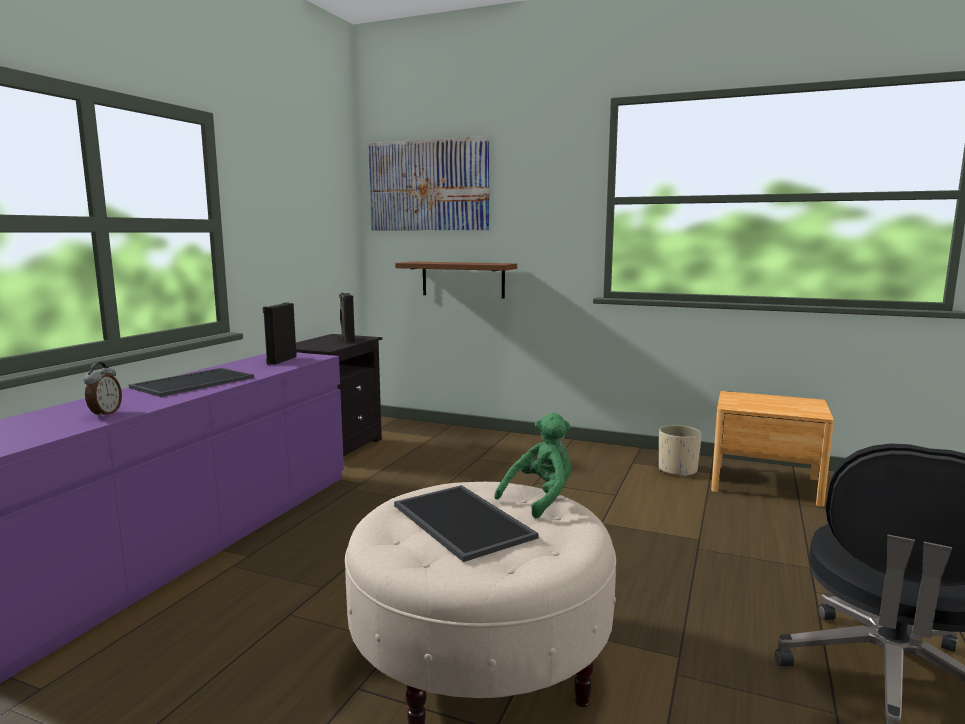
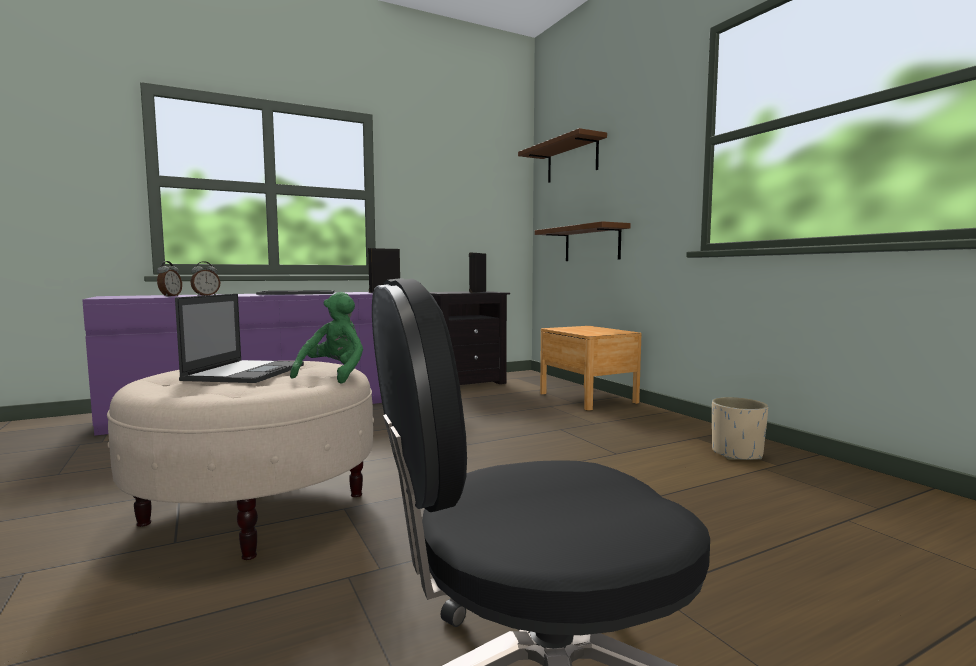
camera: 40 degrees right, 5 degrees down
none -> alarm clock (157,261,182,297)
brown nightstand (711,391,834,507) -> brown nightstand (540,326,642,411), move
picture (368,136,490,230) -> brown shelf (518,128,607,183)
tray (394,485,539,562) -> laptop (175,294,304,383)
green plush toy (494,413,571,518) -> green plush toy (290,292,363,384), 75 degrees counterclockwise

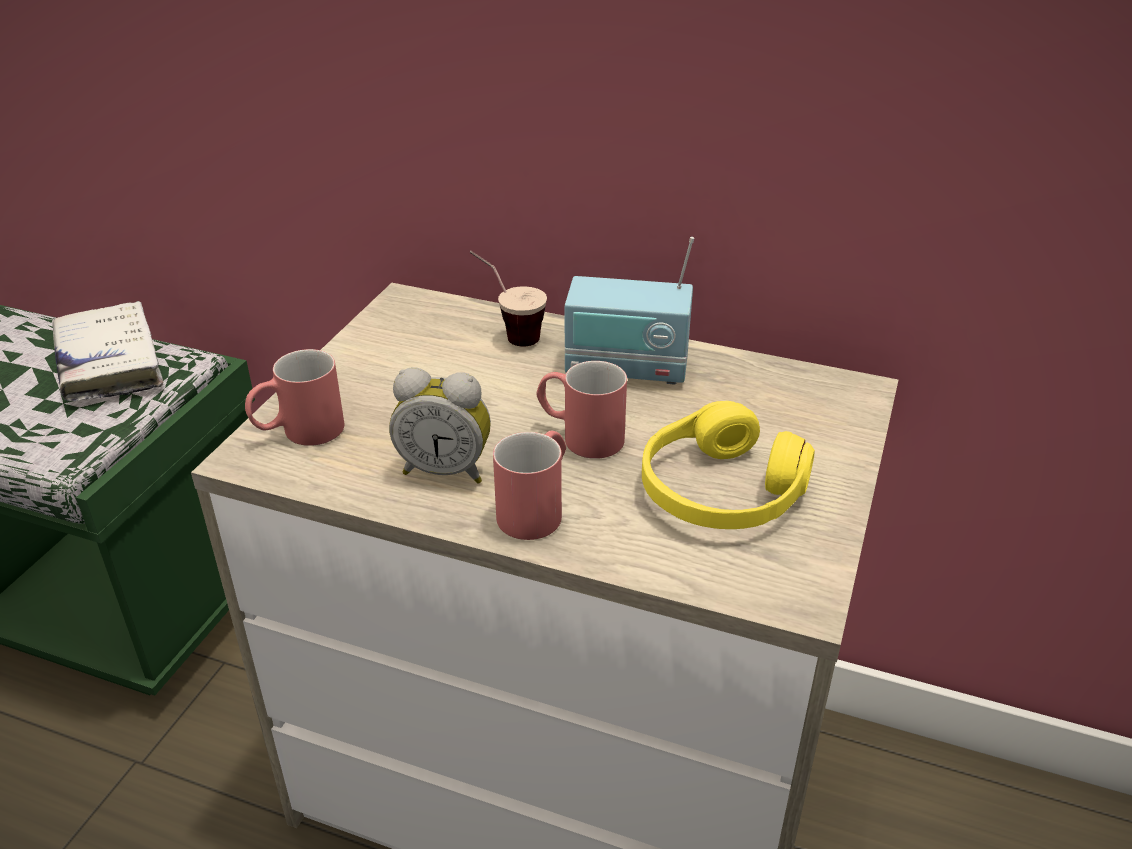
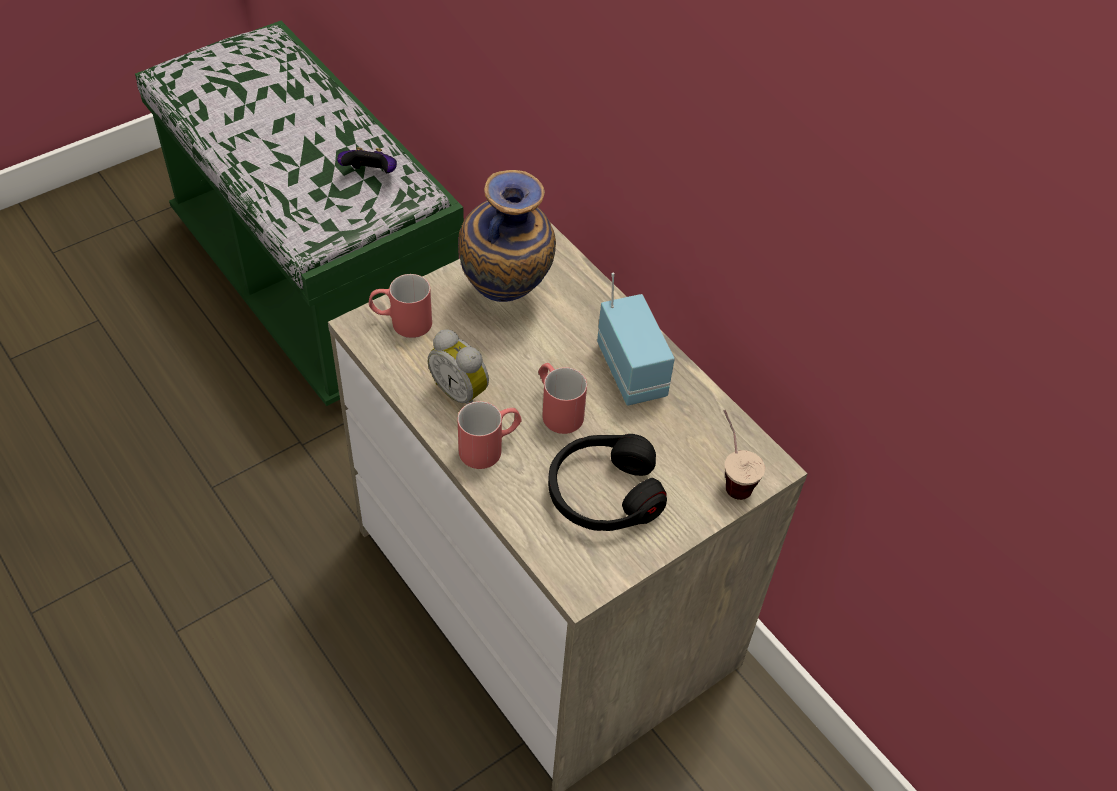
camera: 30 degrees right, 15 degrees up
none -> vase (458,170,556,302)
cup (470,251,547,346) -> cup (723,410,765,500), move
white book (52,301,163,401) -> game controller (337,147,397,173)
yellow headphones (642,401,815,529) -> black headphones (548,434,667,531)
radio (565,237,694,385) -> radio (597,273,675,405), 150 degrees counterclockwise

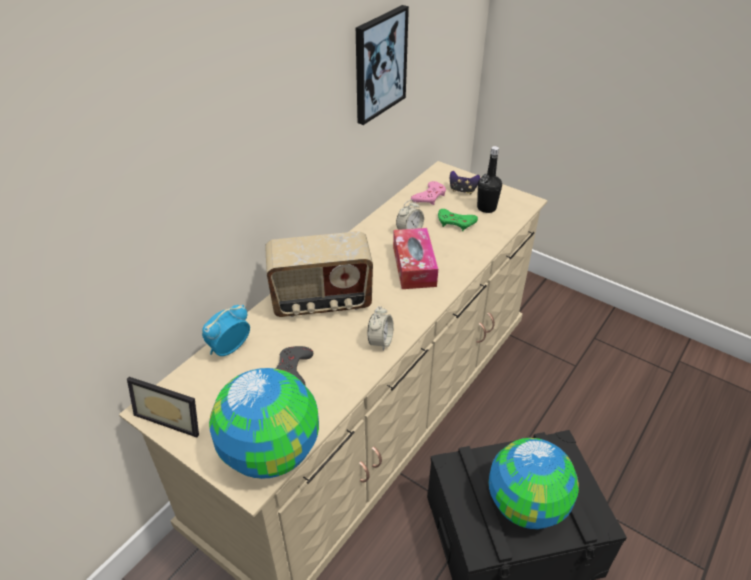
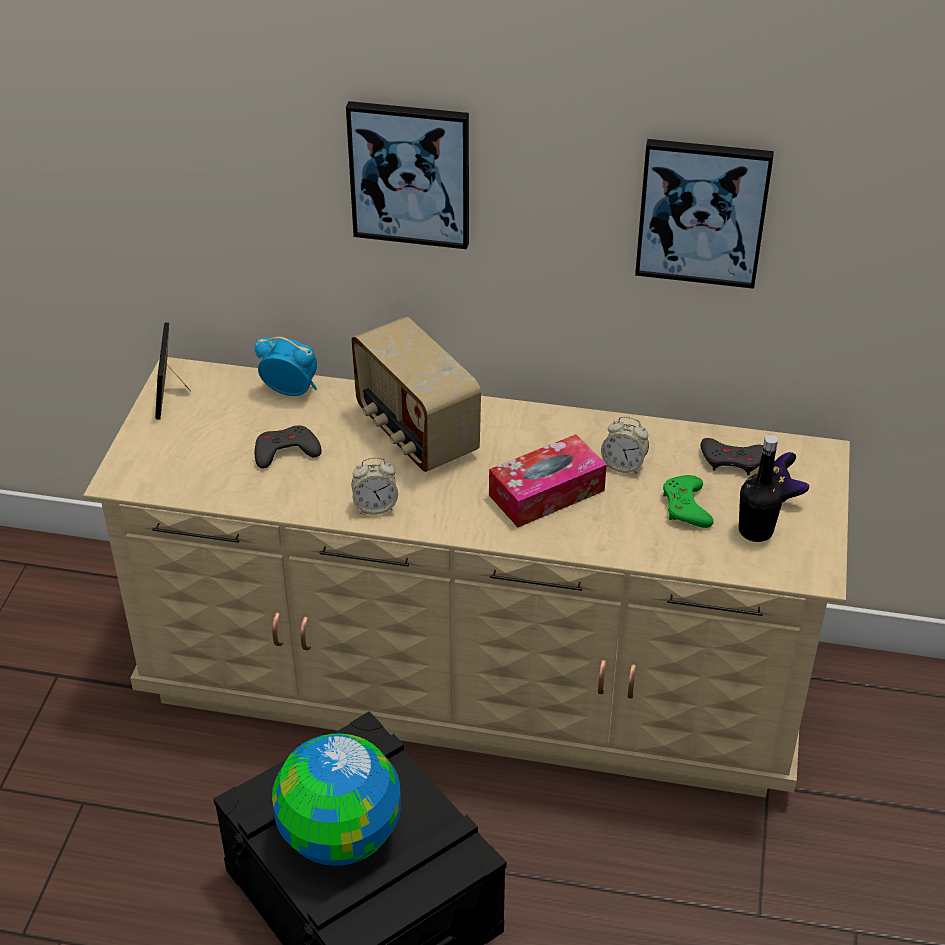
camera: 65 degrees right, 0 degrees up
globe (209,368,319,479) -> none
none -> picture (346,101,469,249)
pink game controller (411,181,446,205) -> grey game controller (701,438,763,475)

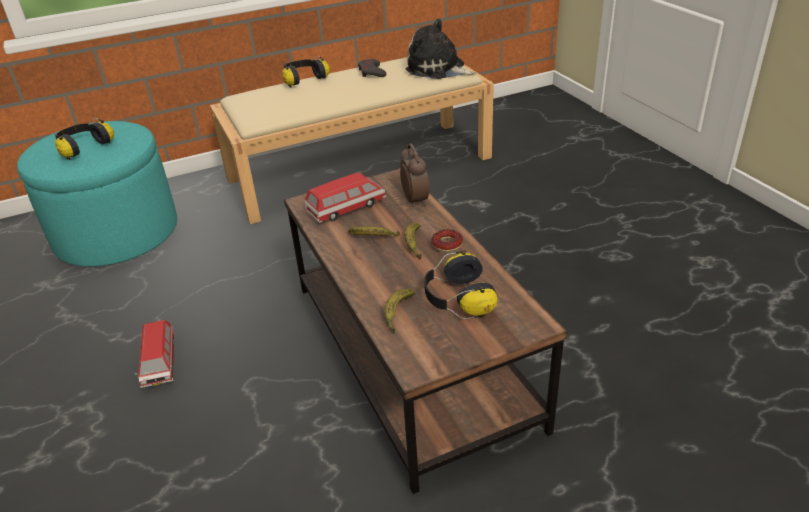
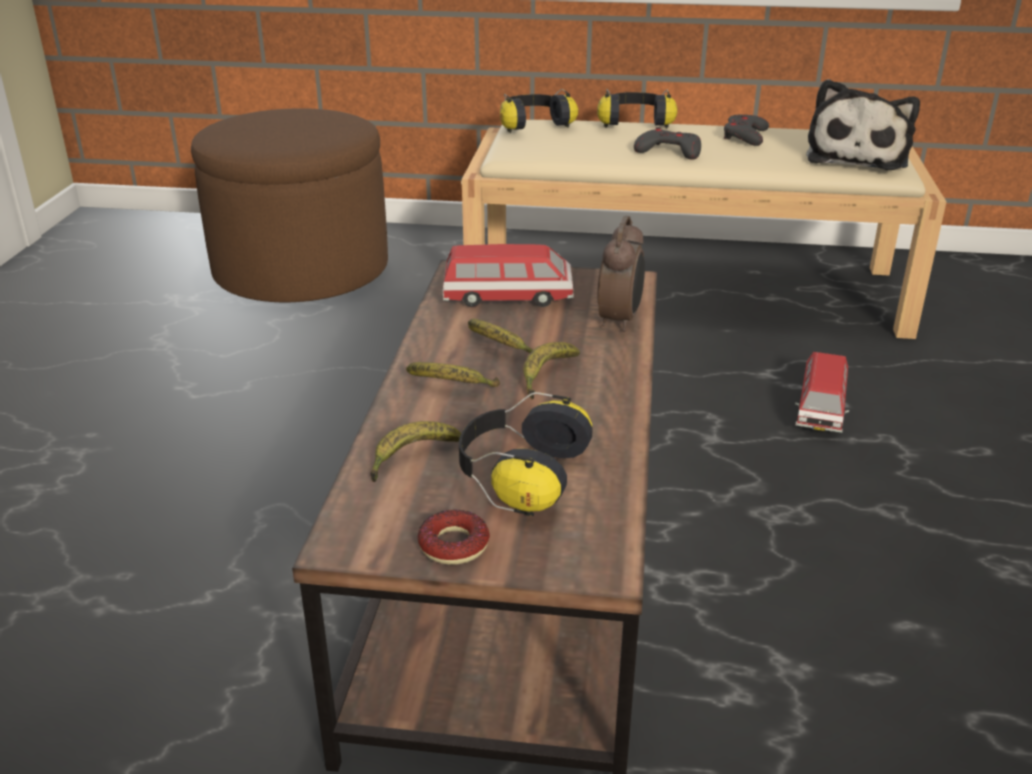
camera: 30 degrees right, 5 degrees down
none -> banana (406,362,500,387)
none -> grey game controller (634,127,701,160)
headphones (54,118,114,160) -> headphones (500,89,578,133), move
toy car (135,320,174,388) -> toy car (795,352,849,433), move
donut (431,229,463,252) -> donut (418,510,490,565), move
turquoise ottoman (17,121,177,266) -> brown ottoman (191,108,388,302)
plush toy (406,18,476,79) -> plush toy (806,79,920,170), 135 degrees counterclockwise

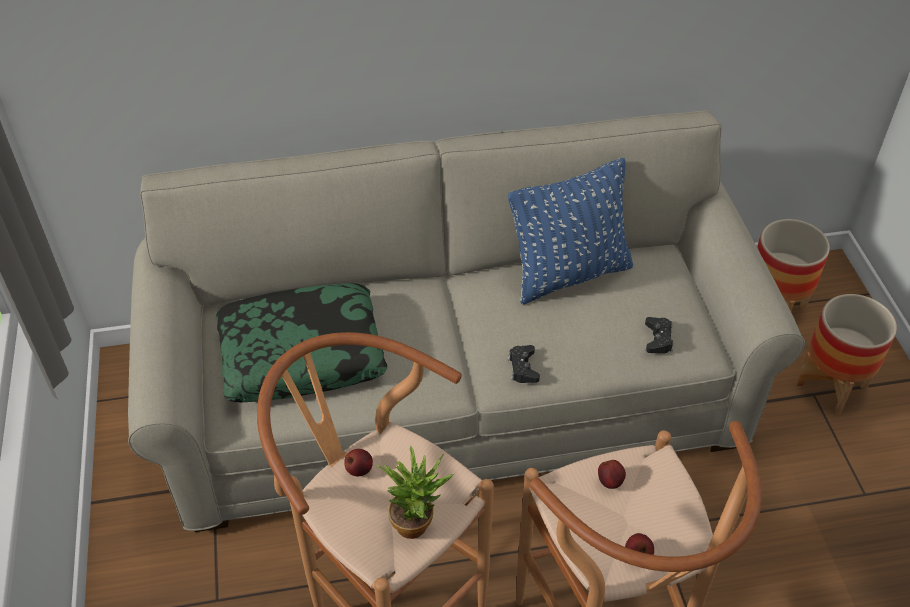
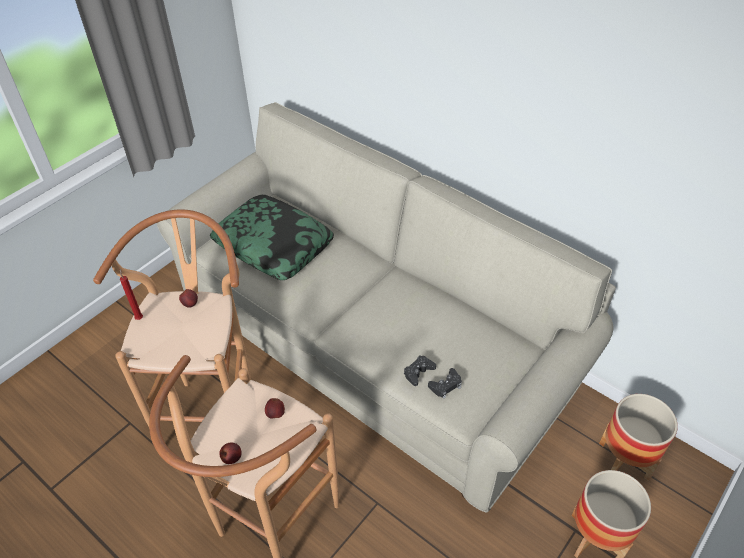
camera: 50 degrees right, 0 degrees up
potted plant (376,446,453,539) -> none
blue pillow (508,158,633,305) -> none
none -> red candle (120,269,143,320)
black game controller (508,345,540,383) -> black game controller (404,355,436,386), move

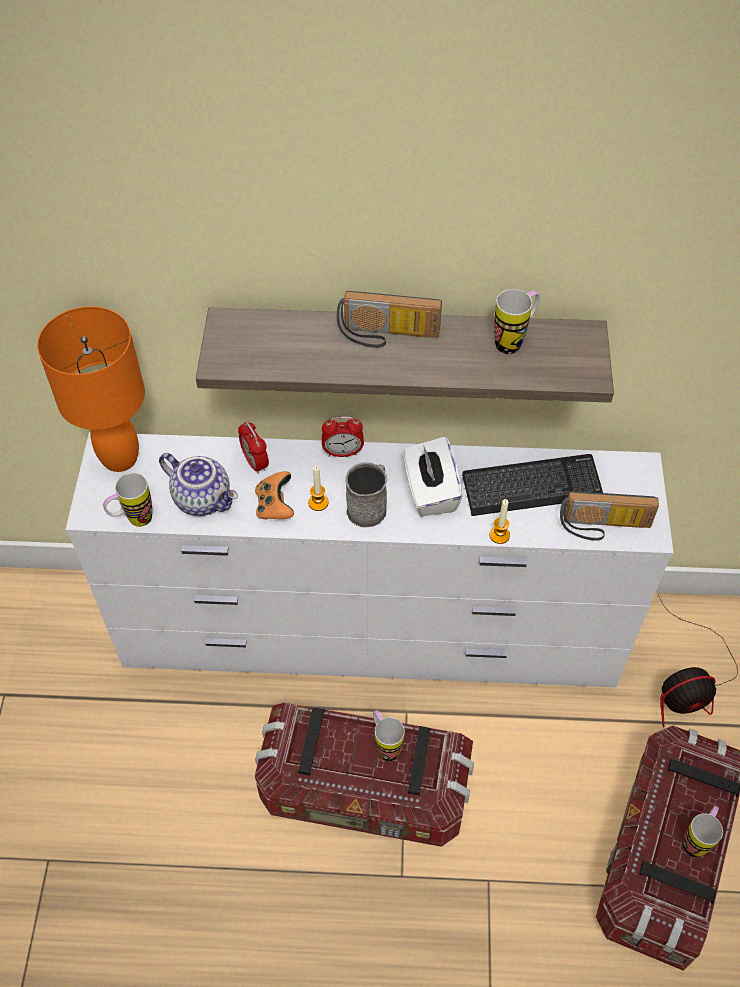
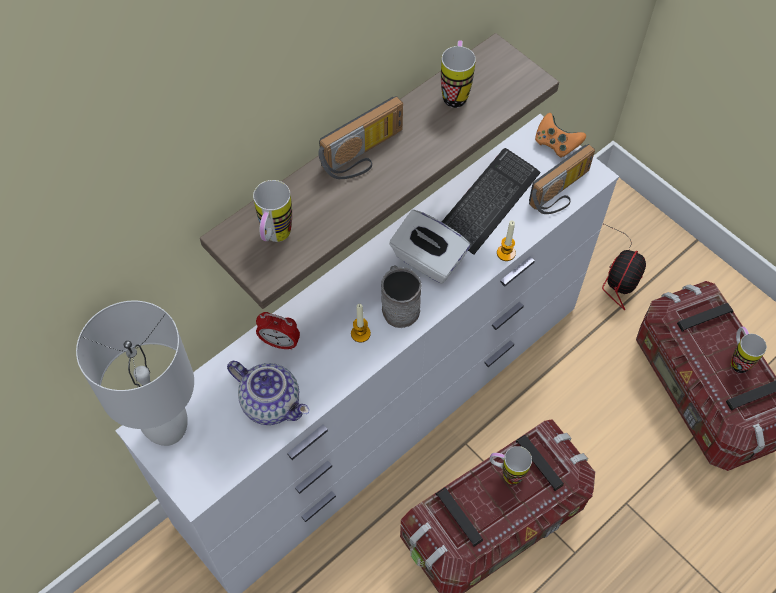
camera: 45 degrees left, 5 degrees up
alarm clock (322,417,364,457) -> none
mug (103,473,152,527) -> mug (253,180,292,242), move
orange game controller (255,471,294,519) -> orange game controller (535,113,586,158), move
orange table lamp (37,306,145,472) -> white table lamp (76,301,194,446)
teapot (159,453,238,516) -> teapot (227,361,309,425), 45 degrees clockwise

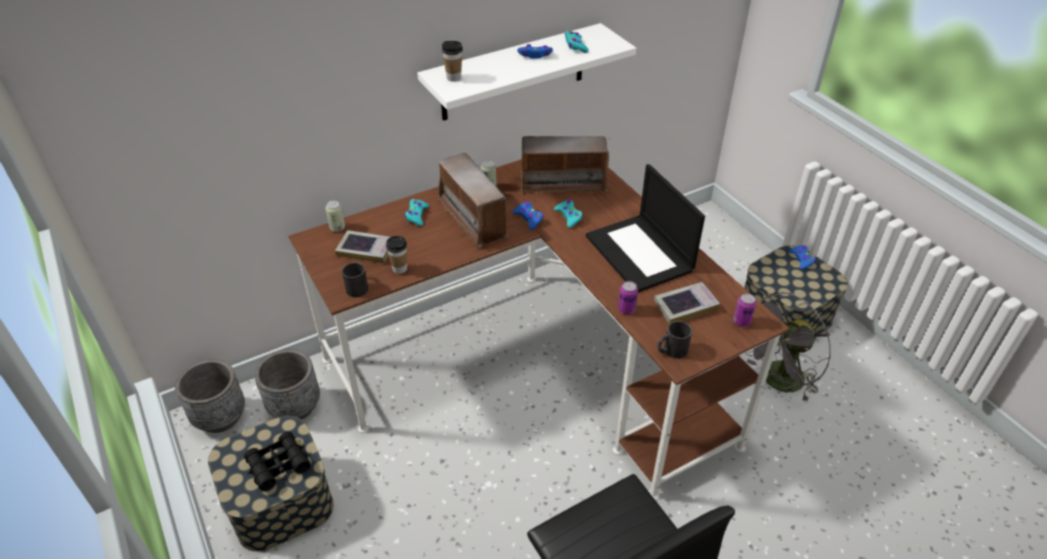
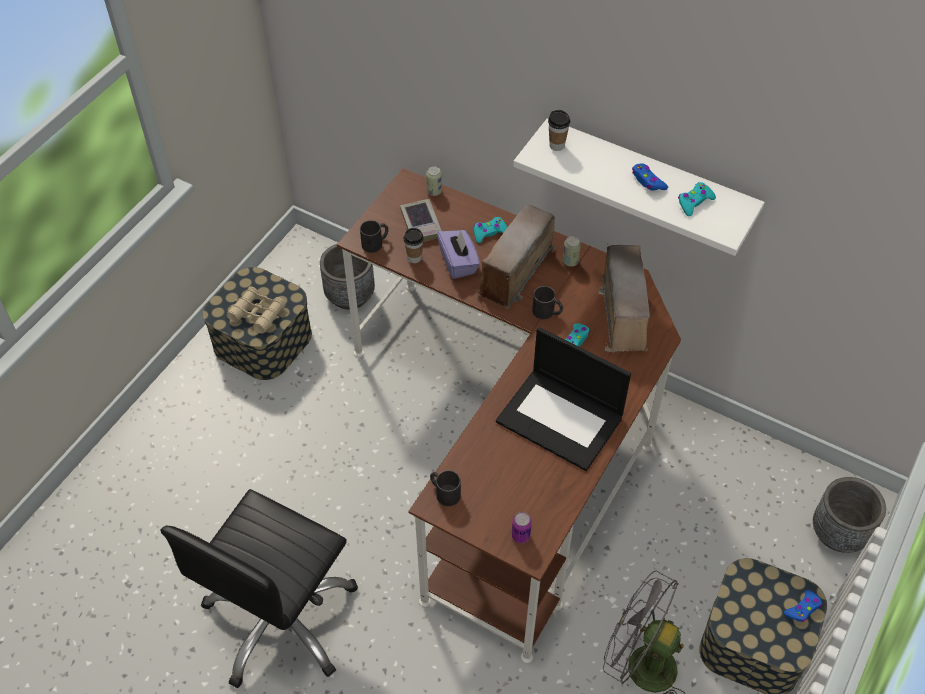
camera: 60 degrees right, 10 degrees up
can (618,281,638,314) -> none
book (654,282,720,324) -> none
none -> purple tissue box (437,230,480,279)
grey planter (175,359,245,433) -> grey planter (813,477,886,553), move
blue game controller (513,202,544,230) -> black mug (532,286,563,319)
black binoculars (244,432,310,491) -> beige binoculars (227,287,286,334)
radio (518,136,611,194) -> radio (599,243,650,353), 150 degrees counterclockwise
laptop (586,164,705,292) -> laptop (496,327,631,471), 90 degrees counterclockwise

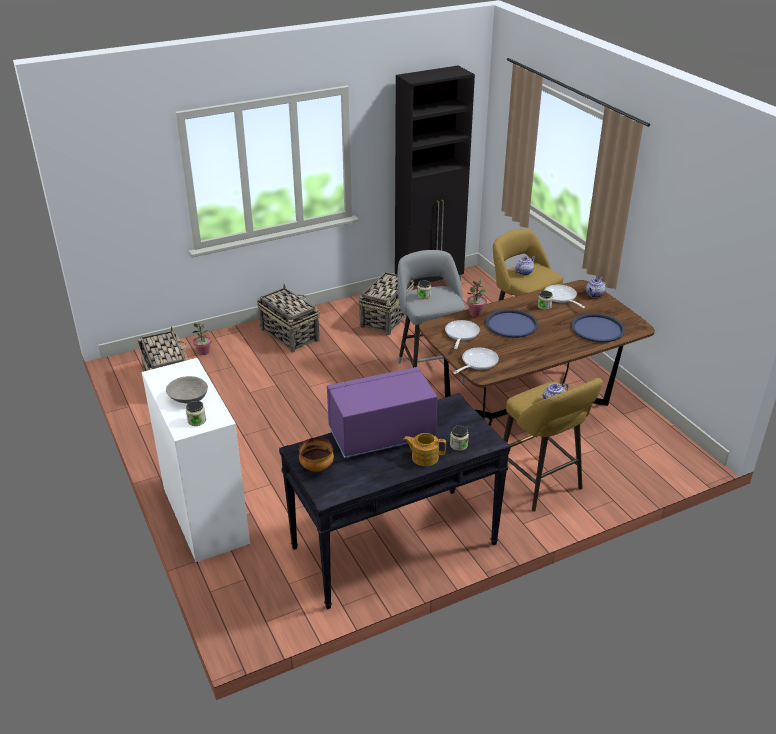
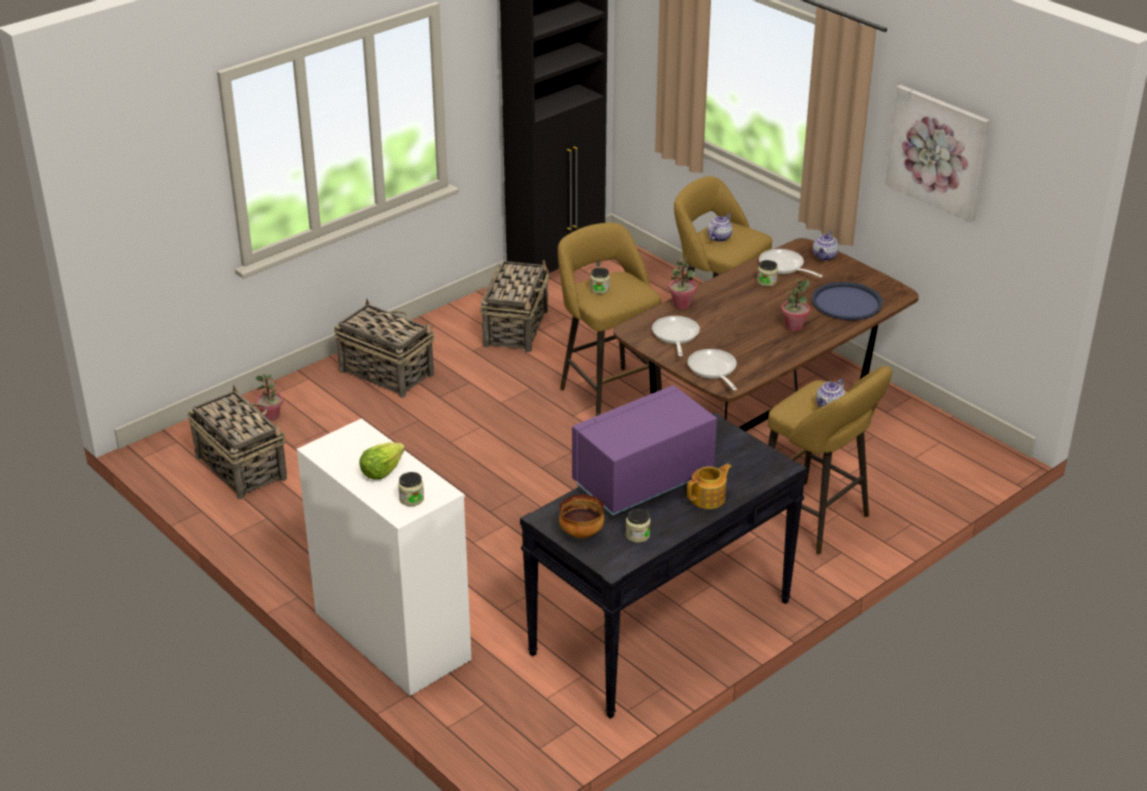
camera: 15 degrees left, 0 degrees up
blue tray (486,309,538,338) -> none
none -> potted plant (781,278,810,331)
none -> picture (885,85,990,223)
jar (450,425,469,451) -> jar (626,508,651,543), move
grey bowl (166,376,208,404) -> lettuce (359,442,405,479)
grey stool (398,250,466,383) -> yellow stool (558,223,662,416)
teapot (403,433,446,466) -> teapot (687,464,732,509), 150 degrees clockwise
frying pan (453,348,499,374) -> frying pan (688,349,737,391), 45 degrees counterclockwise

